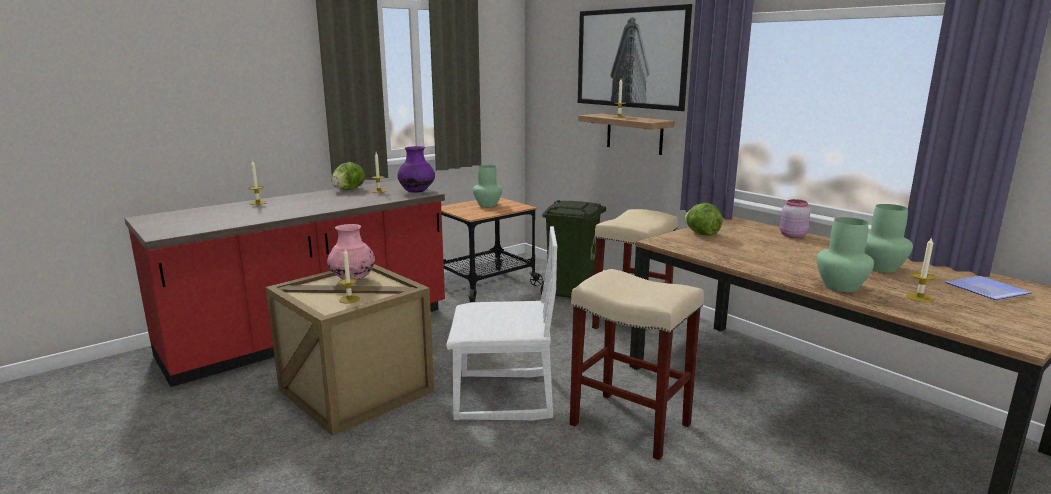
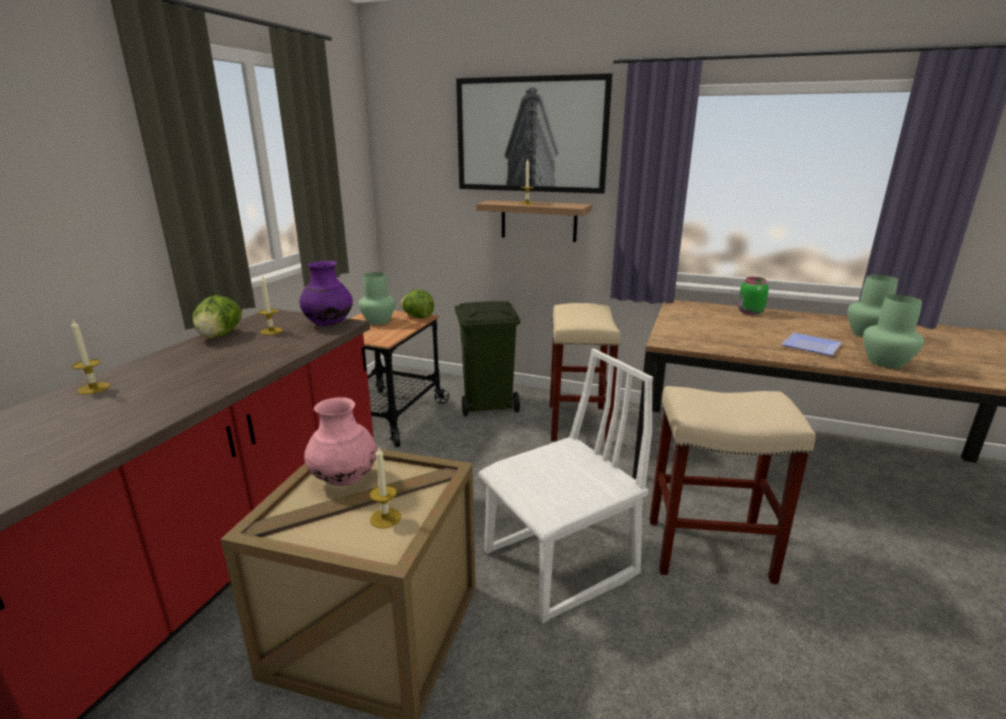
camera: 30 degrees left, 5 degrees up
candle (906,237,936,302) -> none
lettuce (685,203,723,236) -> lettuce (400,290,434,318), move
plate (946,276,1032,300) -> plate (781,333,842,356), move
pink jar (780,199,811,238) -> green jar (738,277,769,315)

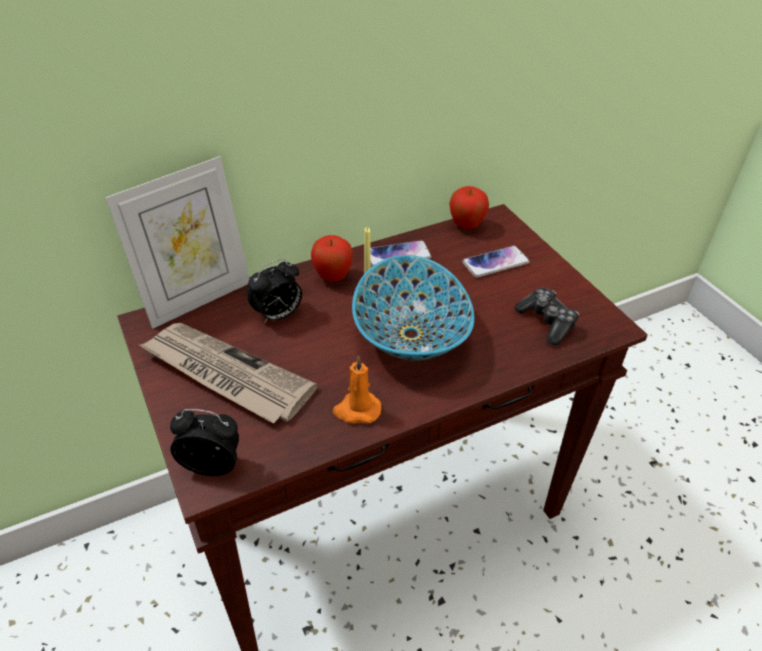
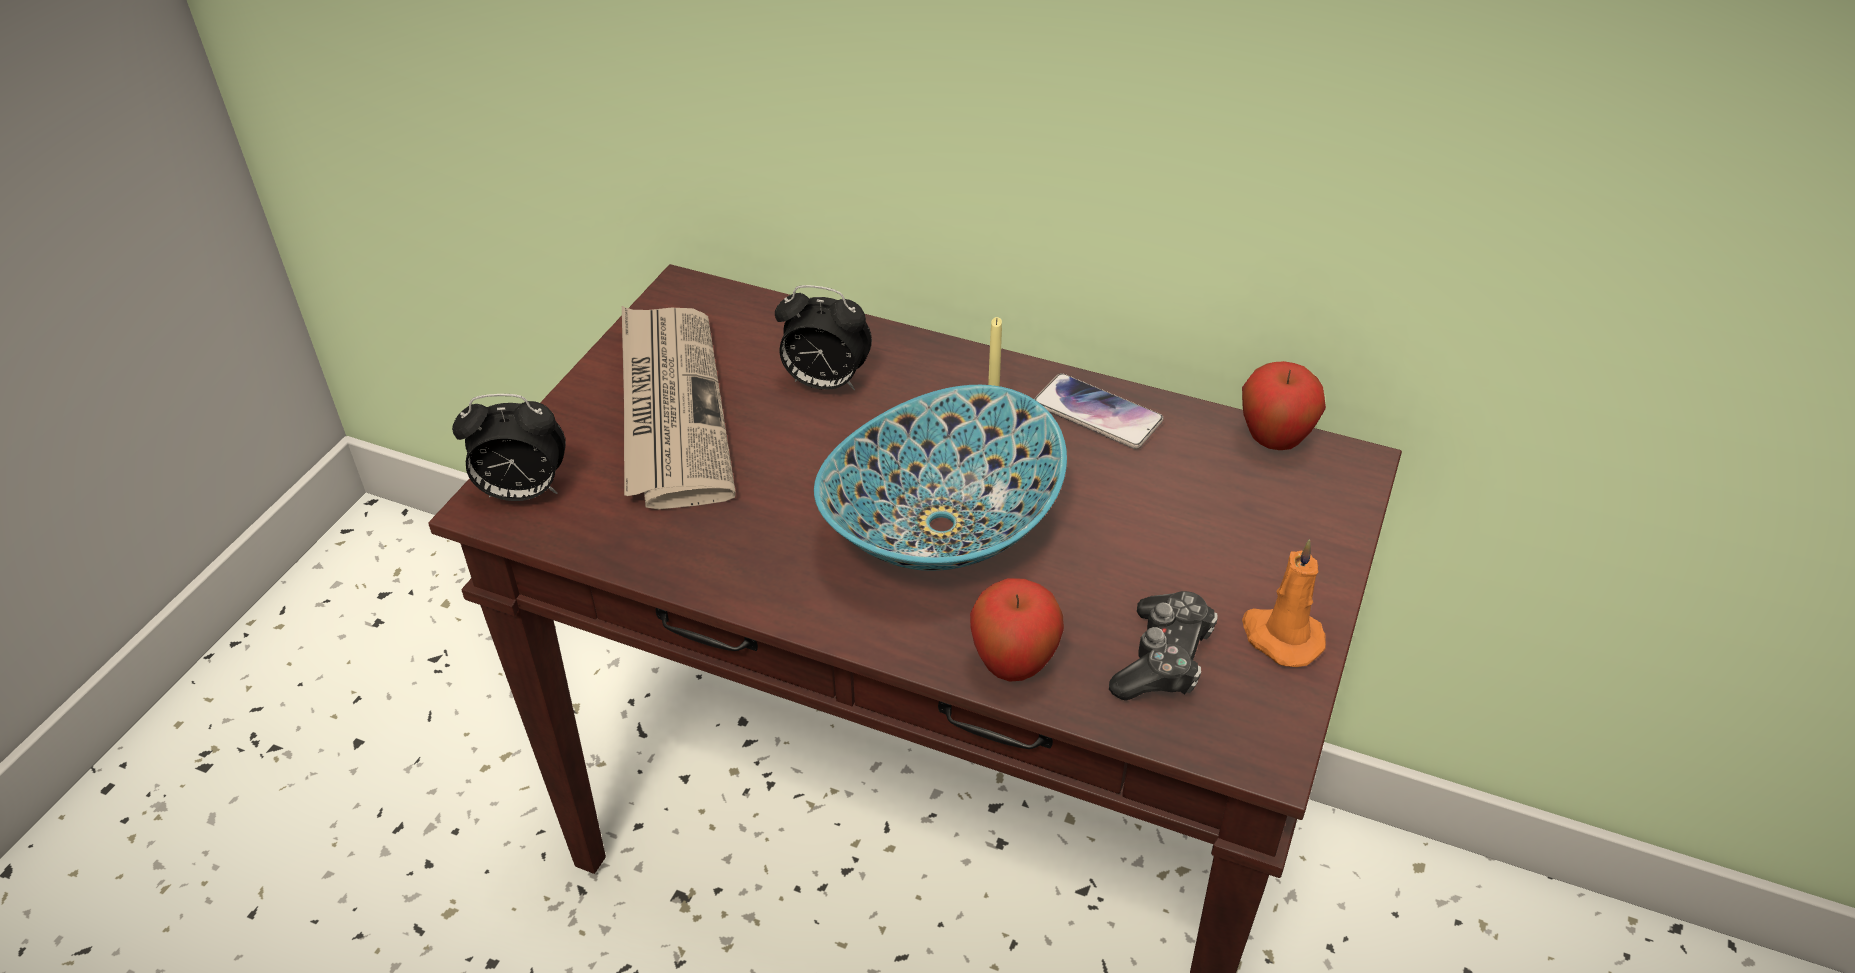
camera: 50 degrees right, 0 degrees up
picture frame (105,156,250,329) -> none
phone (462,246,530,278) -> none
apple (311,235,353,282) -> apple (970,578,1064,682), move
orange candle (333,355,381,424) -> orange candle (1242,539,1326,667), move
alarm clock (170,409,239,476) -> alarm clock (452,394,566,501), 120 degrees clockwise

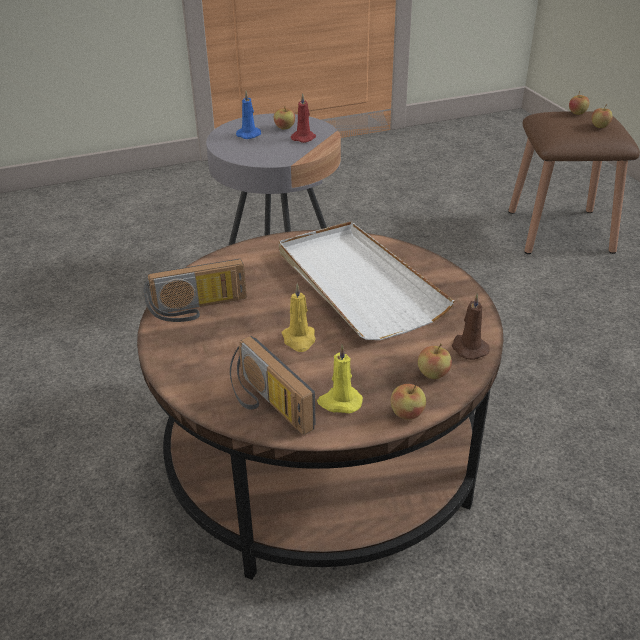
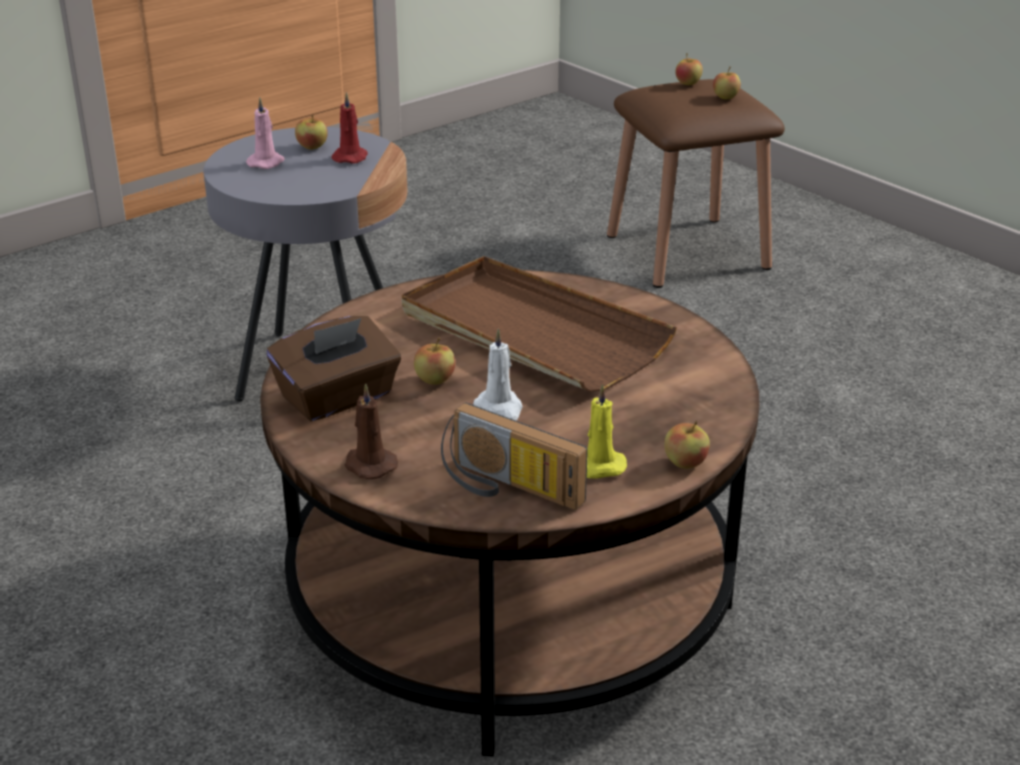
camera: 20 degrees left, 5 degrees down
apple (418,344,452,379) -> apple (414,337,455,384), move
brown candle (452,294,490,360) -> brown candle (345,383,398,479), move
radio (144,259,247,322) -> brown tissue box (267,316,401,421)
blue candle (236,91,261,139) -> pink candle (246,97,285,169)
white tray (279,221,454,340) -> brown tray (402,256,677,392)
yellow candle (282,284,316,352) -> white candle (473,329,523,421)

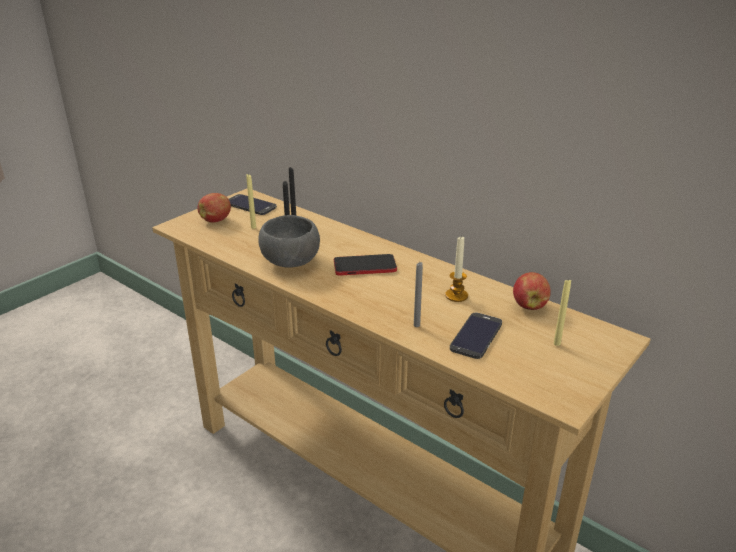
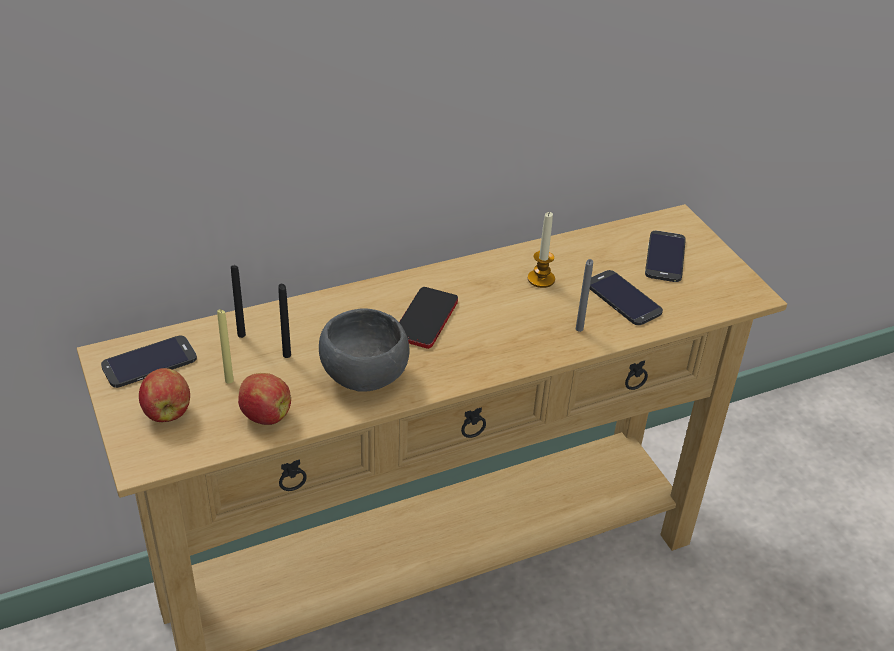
camera: 65 degrees left, 10 degrees up
apple (513,272,551,310) -> apple (238,373,291,425), move
yellow candle (554,278,571,346) -> phone (645,231,686,282)

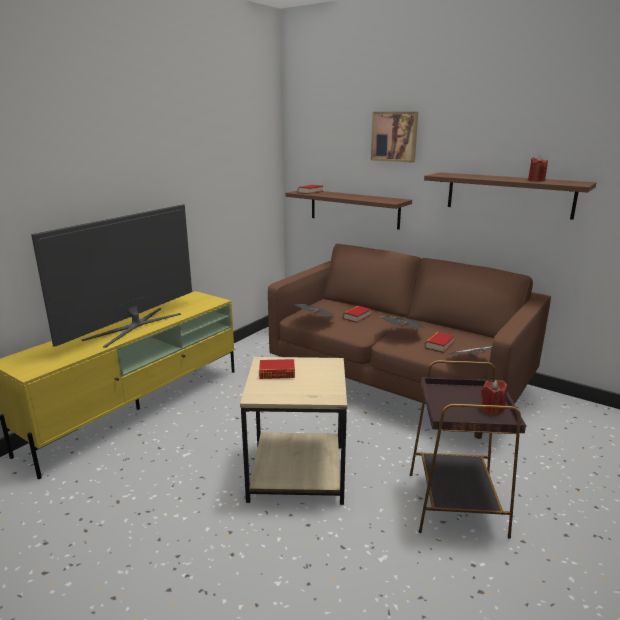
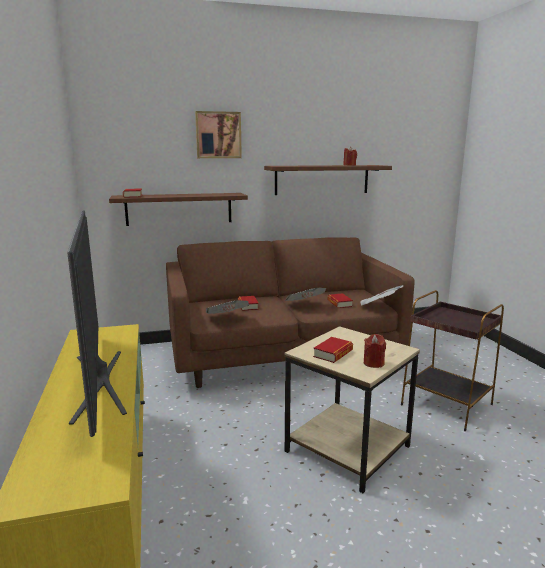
camera: 50 degrees left, 5 degrees down
red candle (481,380,507,415) -> red candle (364,334,386,368), move

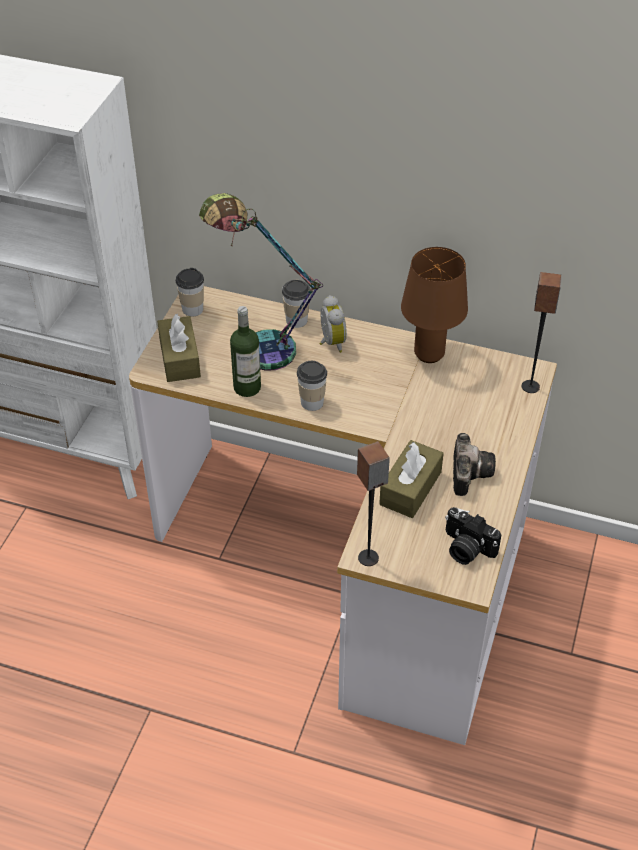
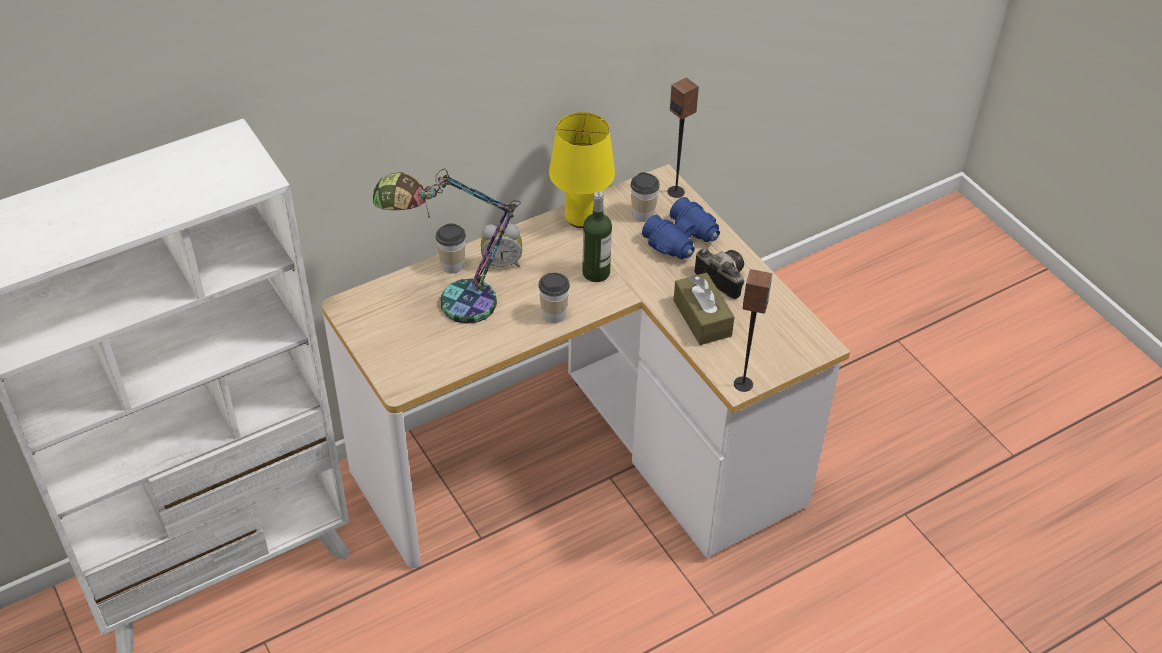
camera: 50 degrees left, 0 degrees up
brown tissue box (157,314,201,382) -> none
photo camera (445,507,501,565) -> none
none -> blue binoculars (642,197,720,259)
cup (176,268,204,316) -> cup (631,172,660,222), move
bottle (230,306,261,397) -> bottle (582,191,612,282), move
brown table lamp (401,247,468,363) -> yellow table lamp (549,112,615,228)
alarm clock (320,295,347,353) -> alarm clock (481,224,522,268), 150 degrees clockwise

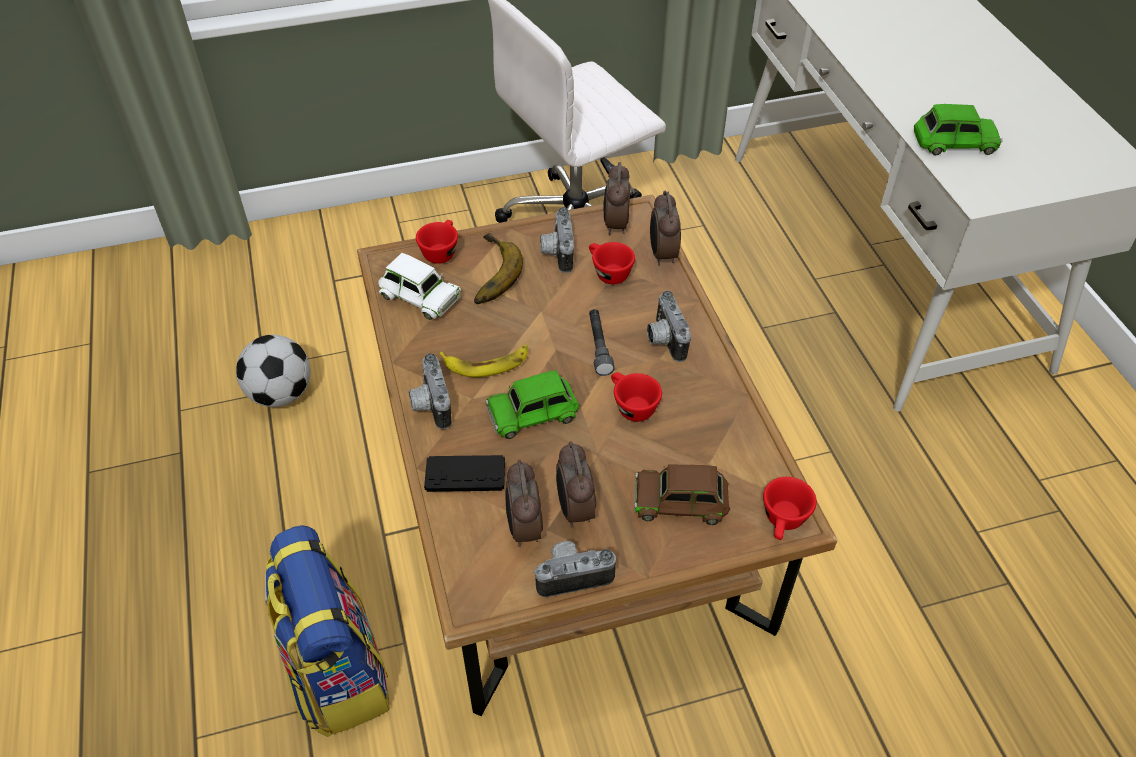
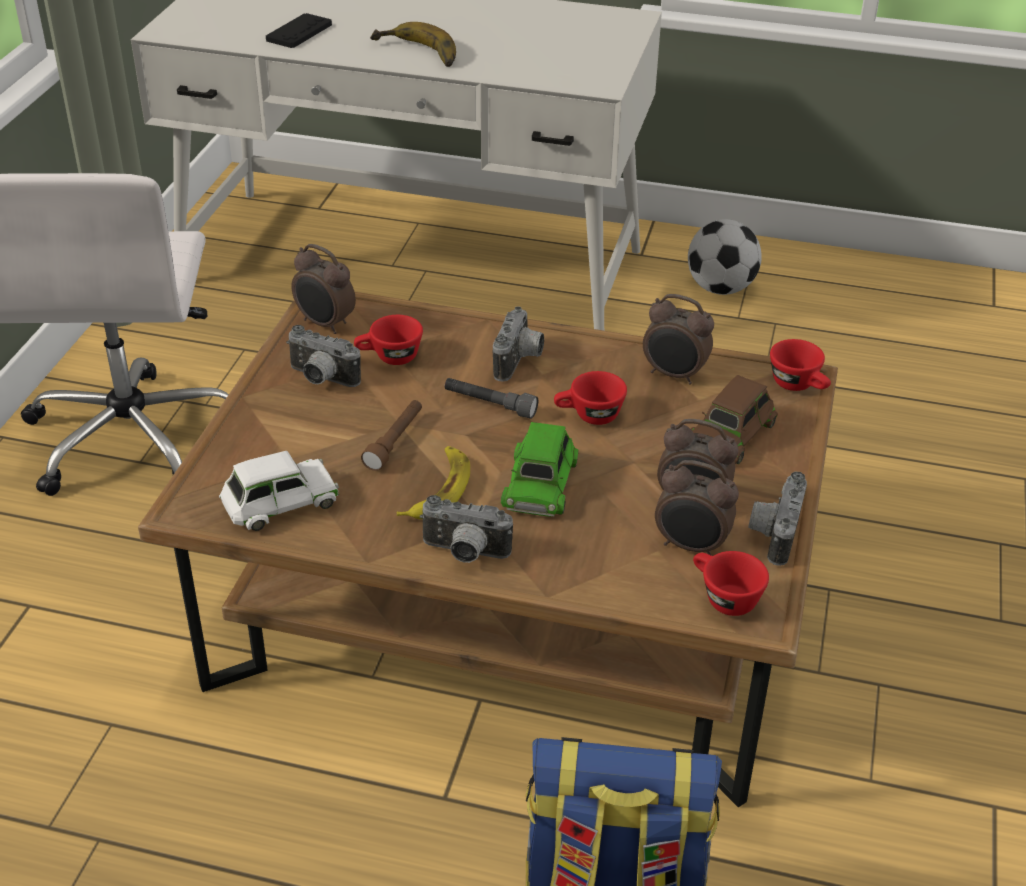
camera: 60 degrees left, 10 degrees down
green toy car (914,104,1002,155) -> none
none -> brown flashlight (361,400,422,471)
football (236,335,311,407) -> football (688,219,762,295), move
red cup (416,220,458,264) -> red cup (693,551,769,616), move
black game controller (424,455,505,492) -> black game controller (266,13,332,48), move
banana (474,233,523,304) -> banana (370,22,456,67), move
alarm clock (650,191,681,266) -> alarm clock (643,294,714,385), move
photo camera (647,291,691,362) -> photo camera (493,306,544,381), 90 degrees counterclockwise

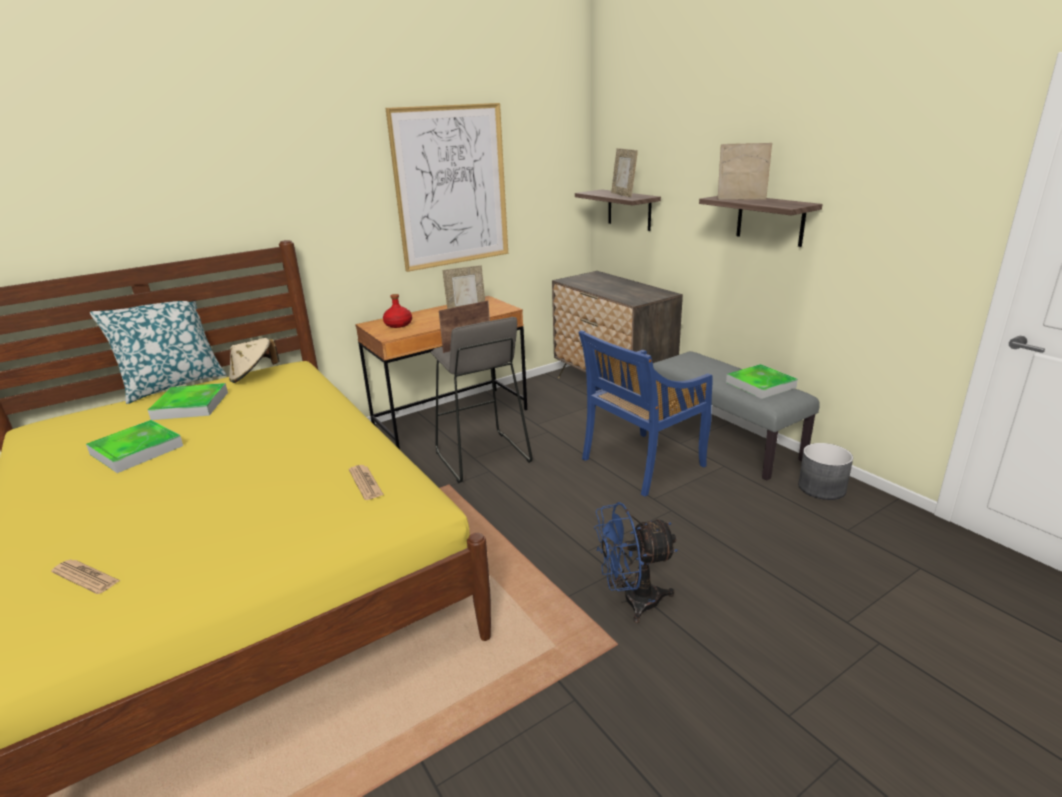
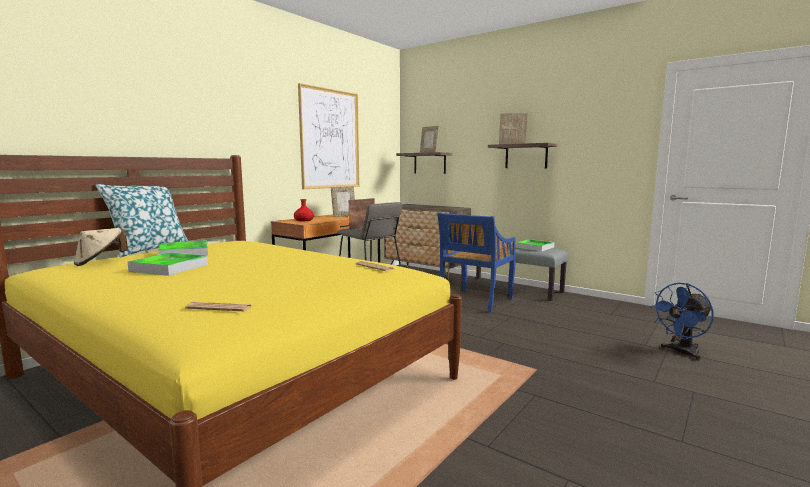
camera: 20 degrees left, 15 degrees down
grey planter (798,443,853,500) -> none
beige hat (229,338,279,383) -> beige hat (74,228,128,266), move
blue fan (594,502,678,623) -> blue fan (650,283,714,361), move

